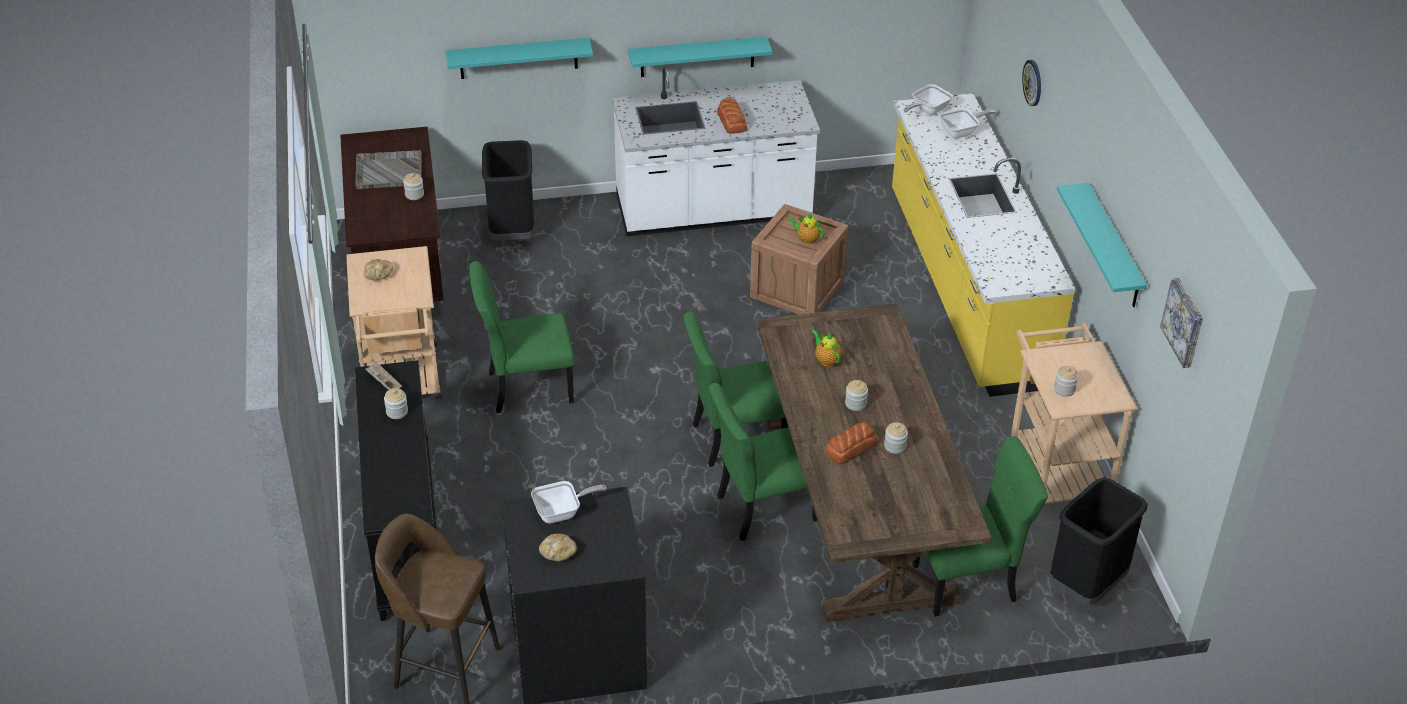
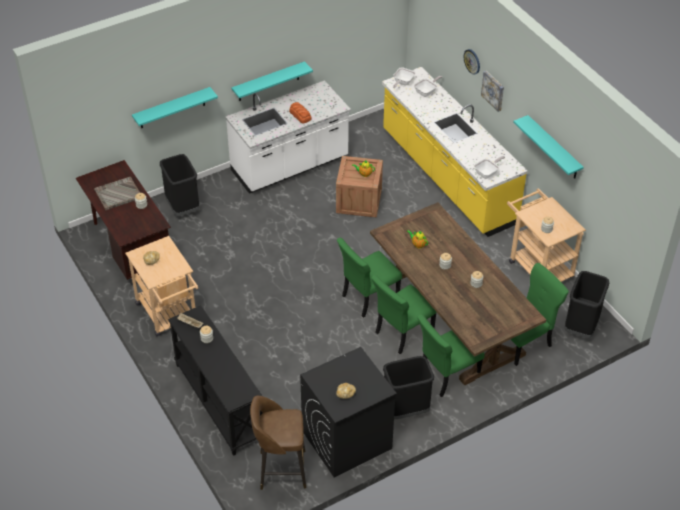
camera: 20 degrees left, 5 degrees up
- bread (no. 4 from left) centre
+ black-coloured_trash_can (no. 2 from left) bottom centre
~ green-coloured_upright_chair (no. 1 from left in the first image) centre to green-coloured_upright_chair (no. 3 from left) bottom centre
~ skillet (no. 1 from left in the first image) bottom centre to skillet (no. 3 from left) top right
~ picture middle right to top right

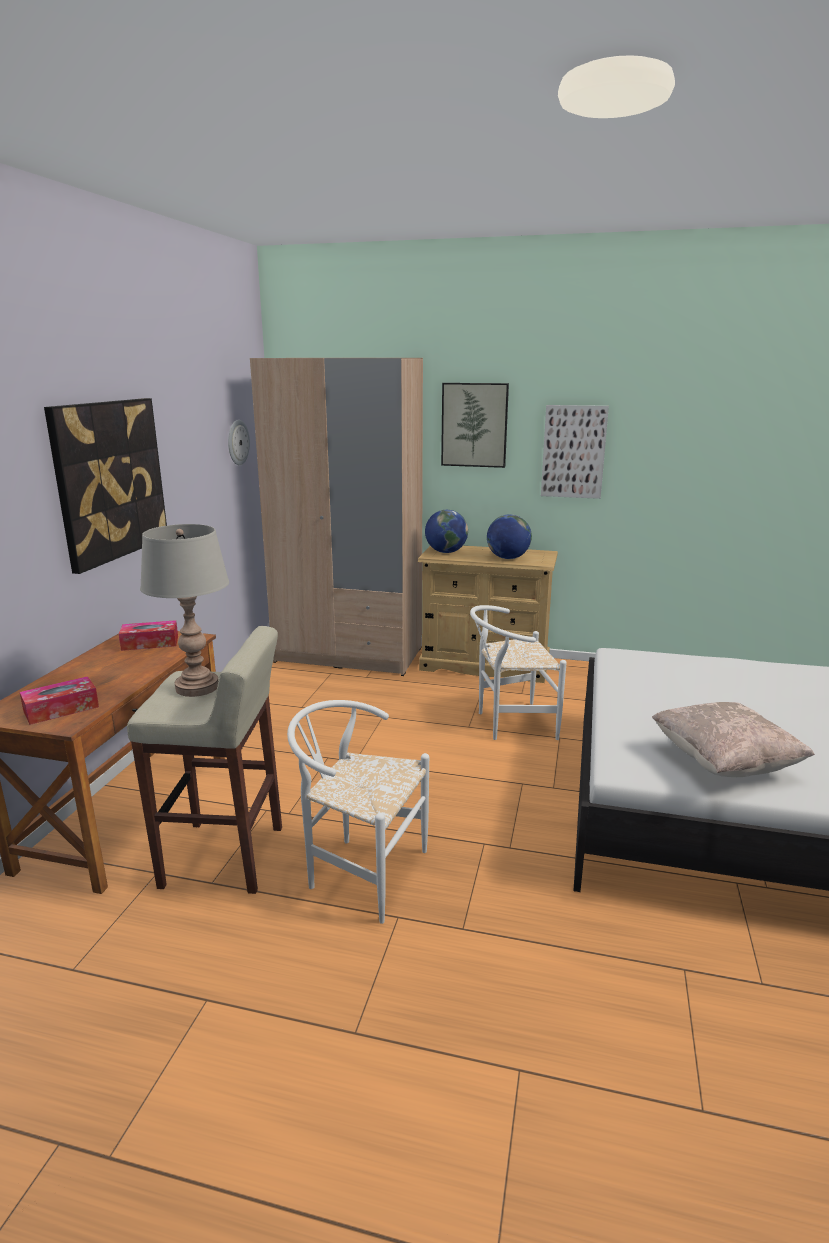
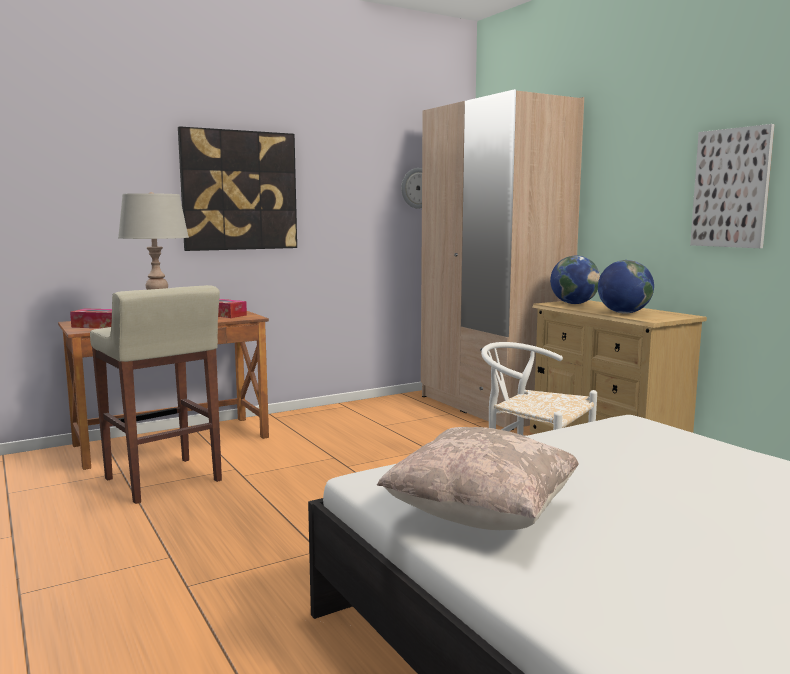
camera: 45 degrees right, 10 degrees down
- white-coloured_upright_chair (no. 1 from left) centre
- picture (no. 2 from left) centre

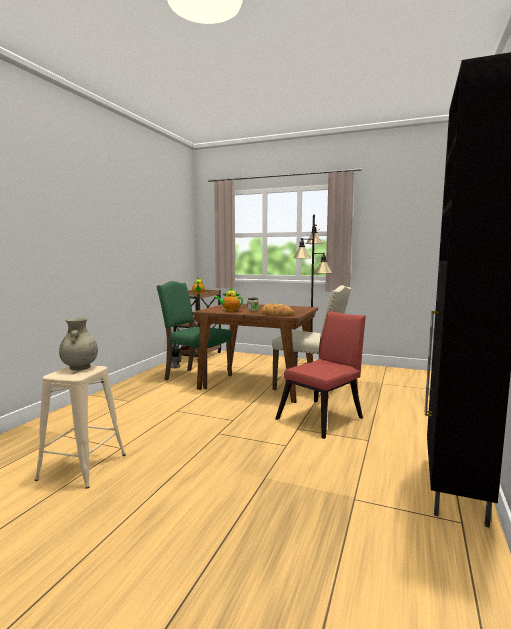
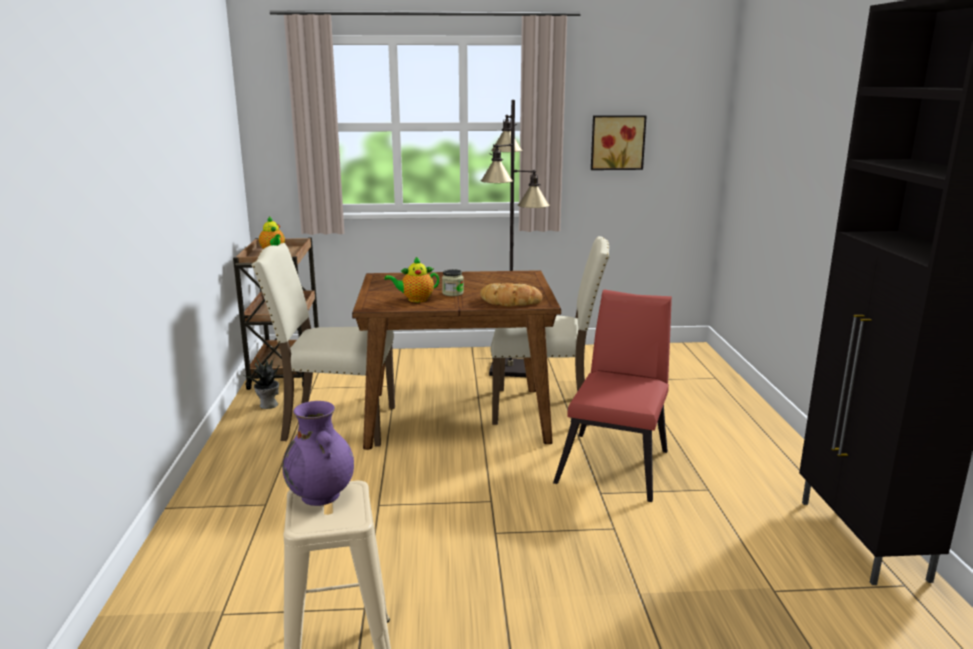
camera: 25 degrees left, 10 degrees up
+ picture top centre
~ beige-coloured_decorative_vase middle left to purple-coloured_decorative_vase bottom left
~ green-coloured_upright_chair centre to beige-coloured_upright_chair (no. 1 from left) middle left

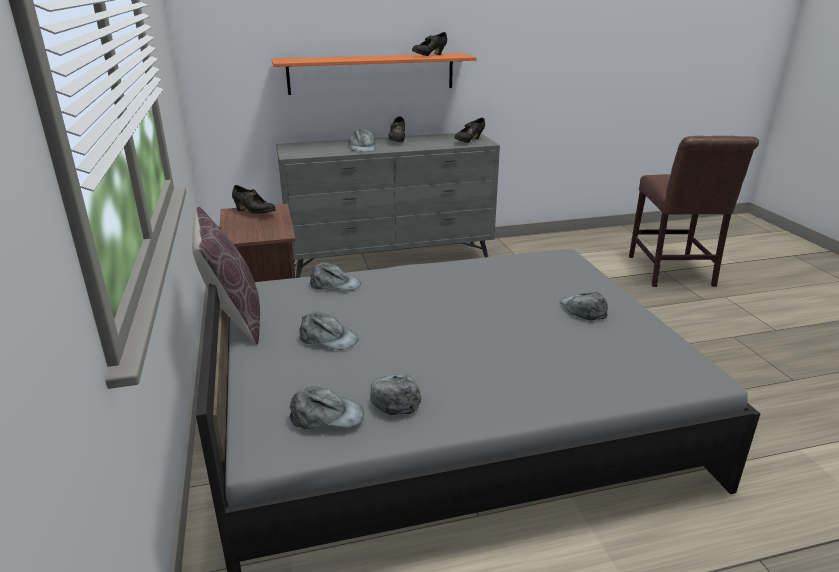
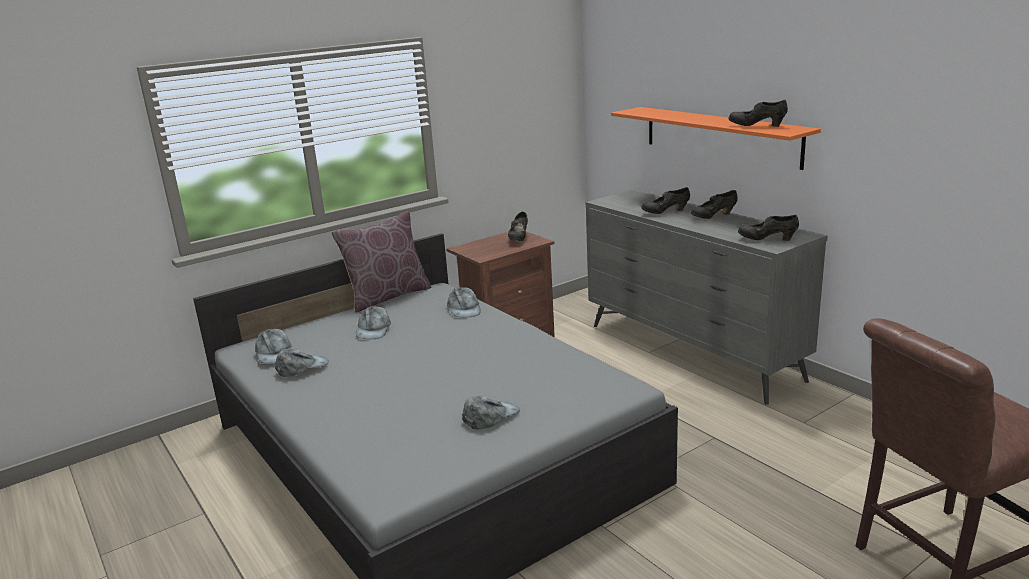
camera: 70 degrees right, 5 degrees down
~ grey_cap (no. 4 from left) top centre to black-coloured_item_of_footwear (no. 2 from left) centre

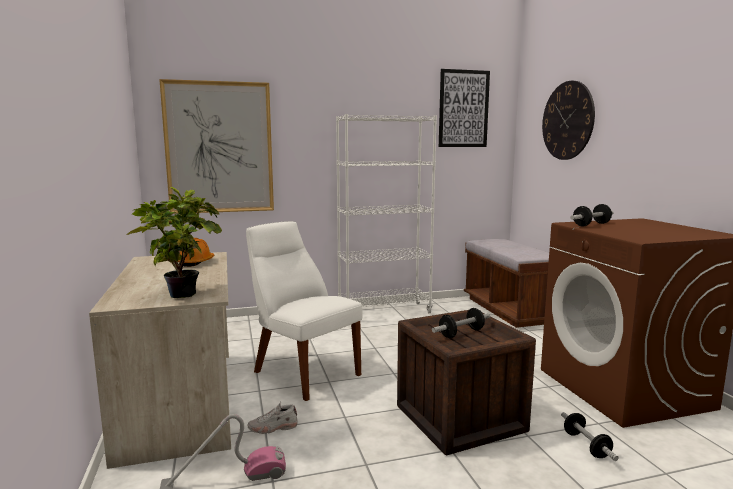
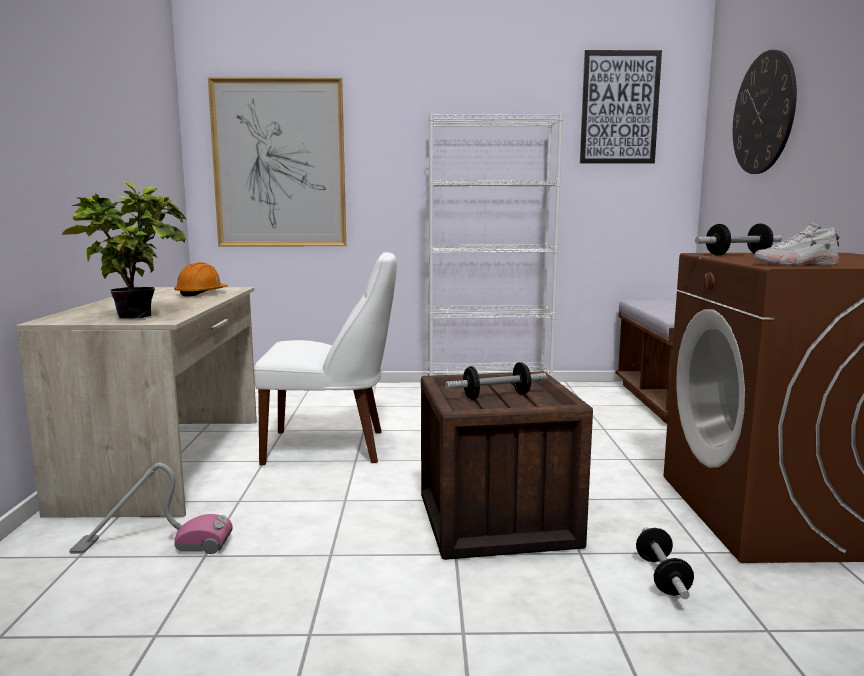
camera: 15 degrees right, 0 degrees up
~ white-coloured_item_of_footwear bottom centre to middle right
~ white-coloured_upright_chair centre = centre 120 degrees clockwise

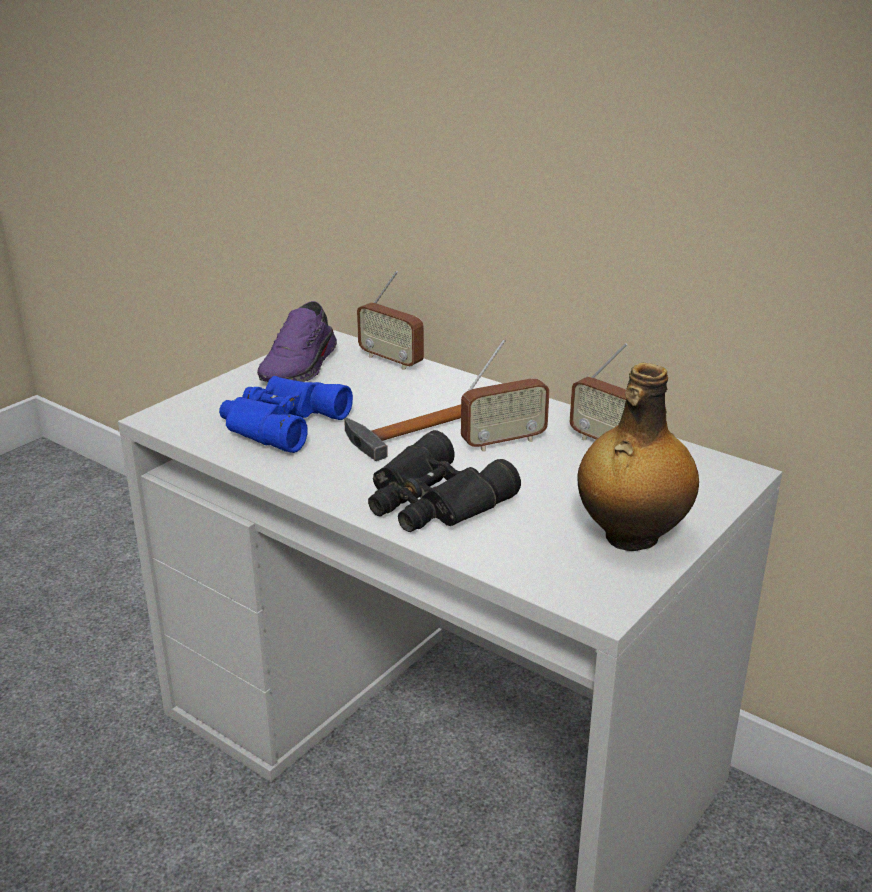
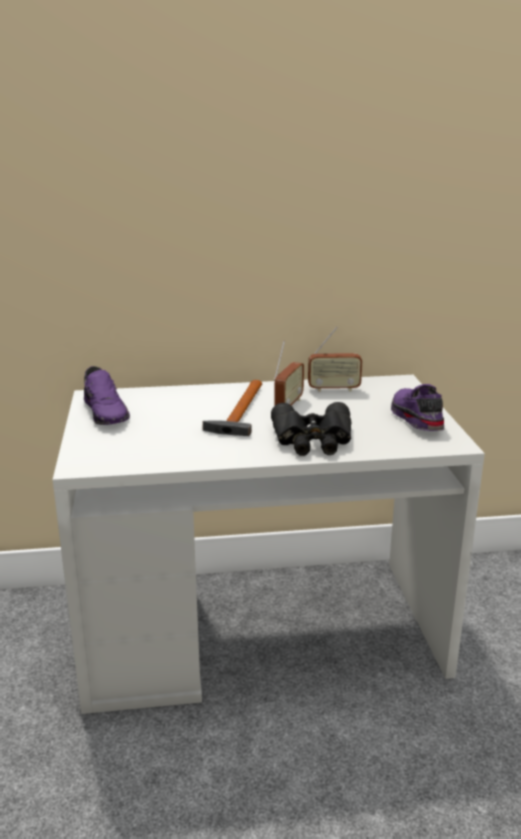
camera: 45 degrees left, 5 degrees down
- blue_binoculars middle left
- radio_set (no. 1 from left) centre
~ bottle middle right to purple-coloured_item_of_footwear (no. 2 from left) middle right

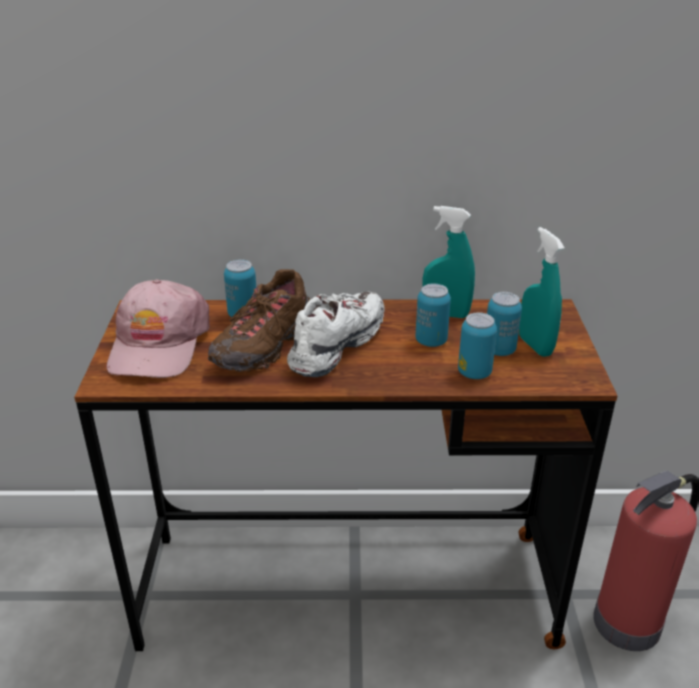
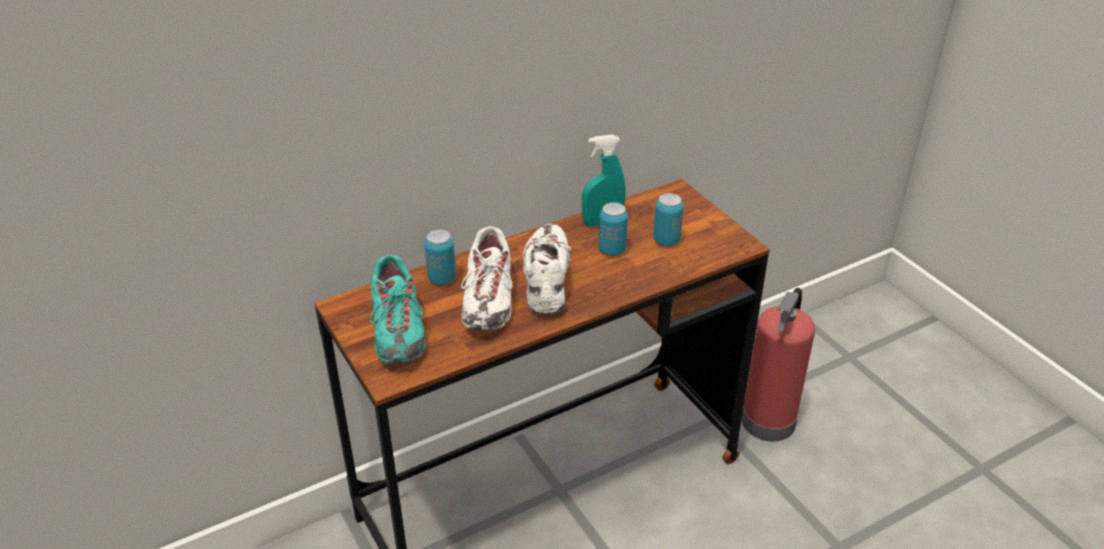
camera: 30 degrees left, 5 degrees up
- metal_can (no. 3 from left) middle right
- turquoise-coloured_spray_bottle (no. 2 from left) middle right
~ pinkish_cap middle left to turquoise-coloured_item_of_footwear centre
~ brownish_item_of_footwear centre to white-coloured_item_of_footwear (no. 1 from left) centre

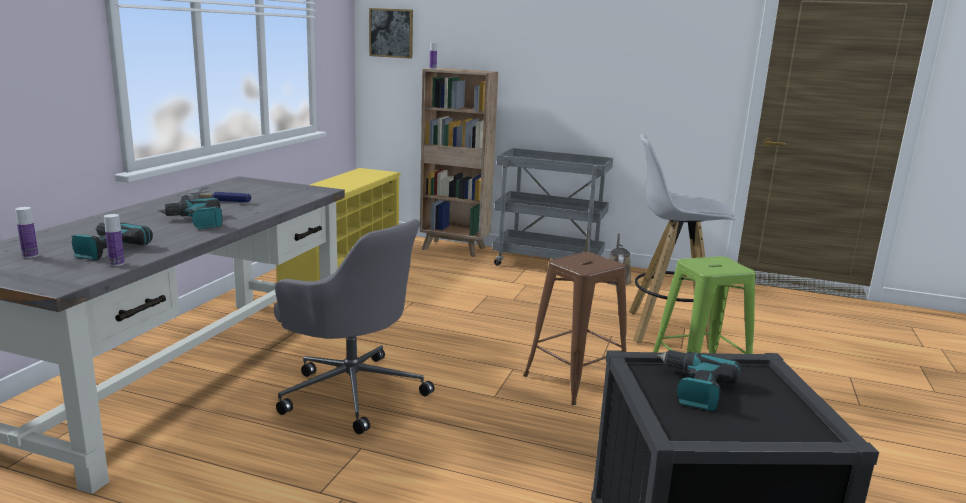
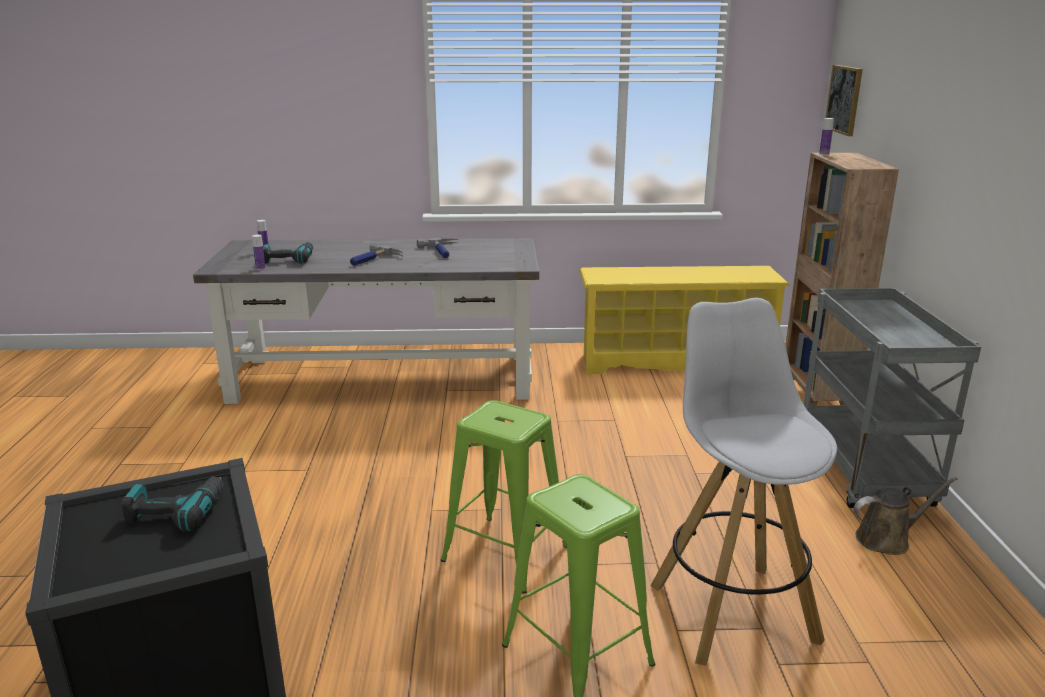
camera: 70 degrees right, 5 degrees up
- grey_computer_chair centre
~ electric_drill (no. 2 from left) middle left to hammer (no. 1 from left) centre
~ brownish_stool centre to green-coloured_stool (no. 1 from left) bottom centre

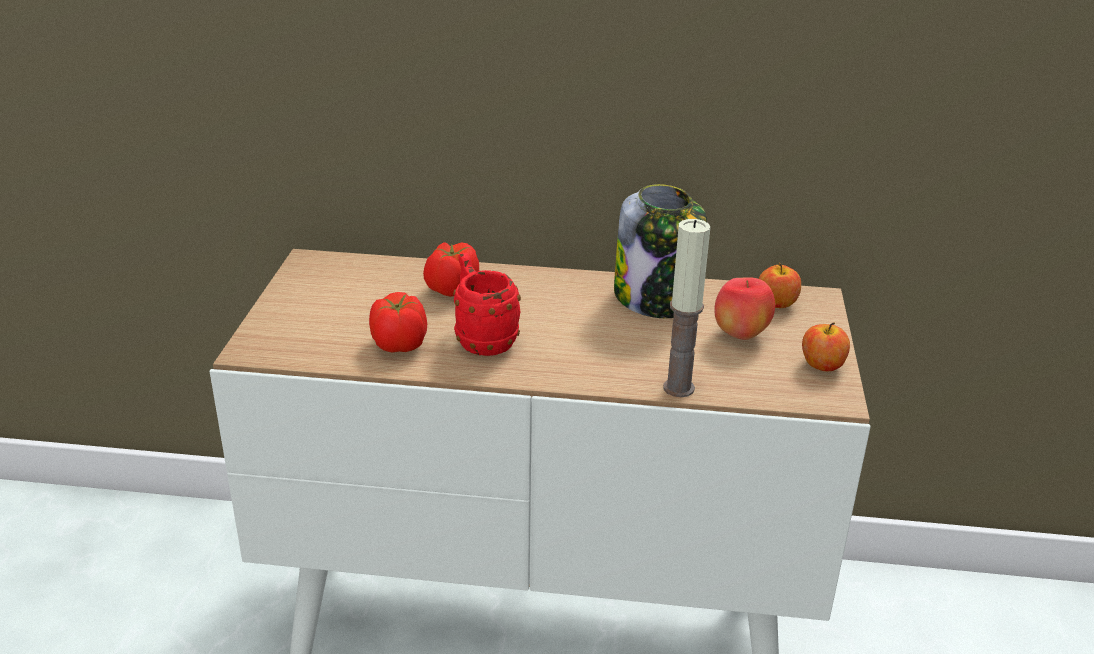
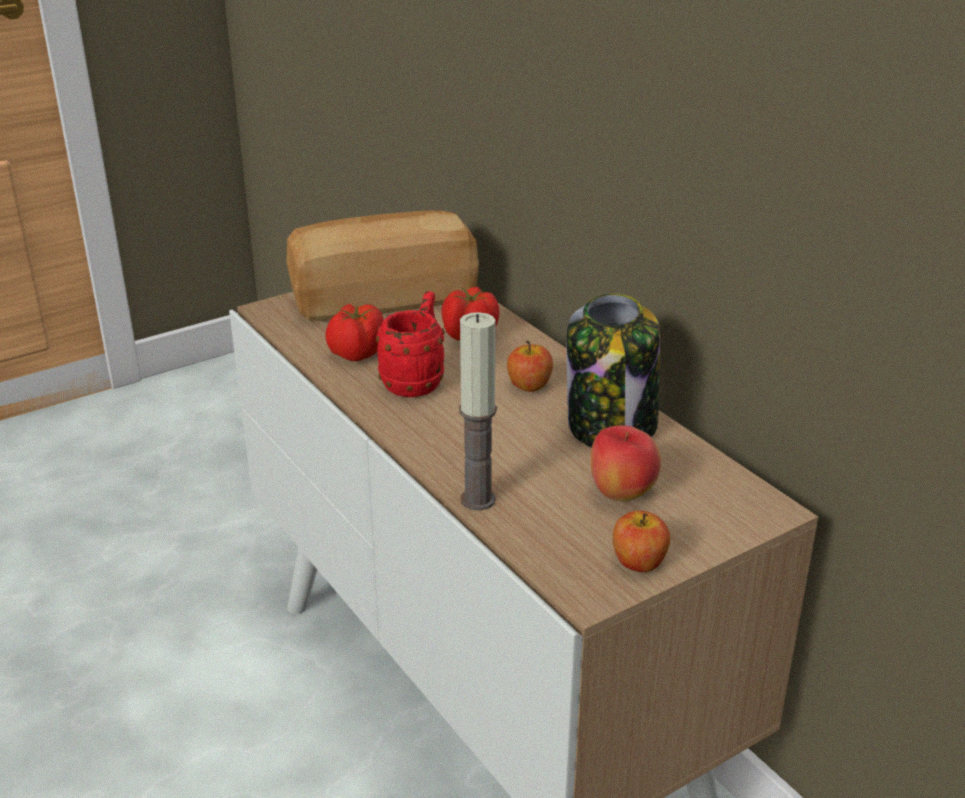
camera: 50 degrees right, 0 degrees up
+ bread top centre
~ whole_apple (no. 2 from left in the first image) middle right to whole_apple (no. 1 from left) centre

